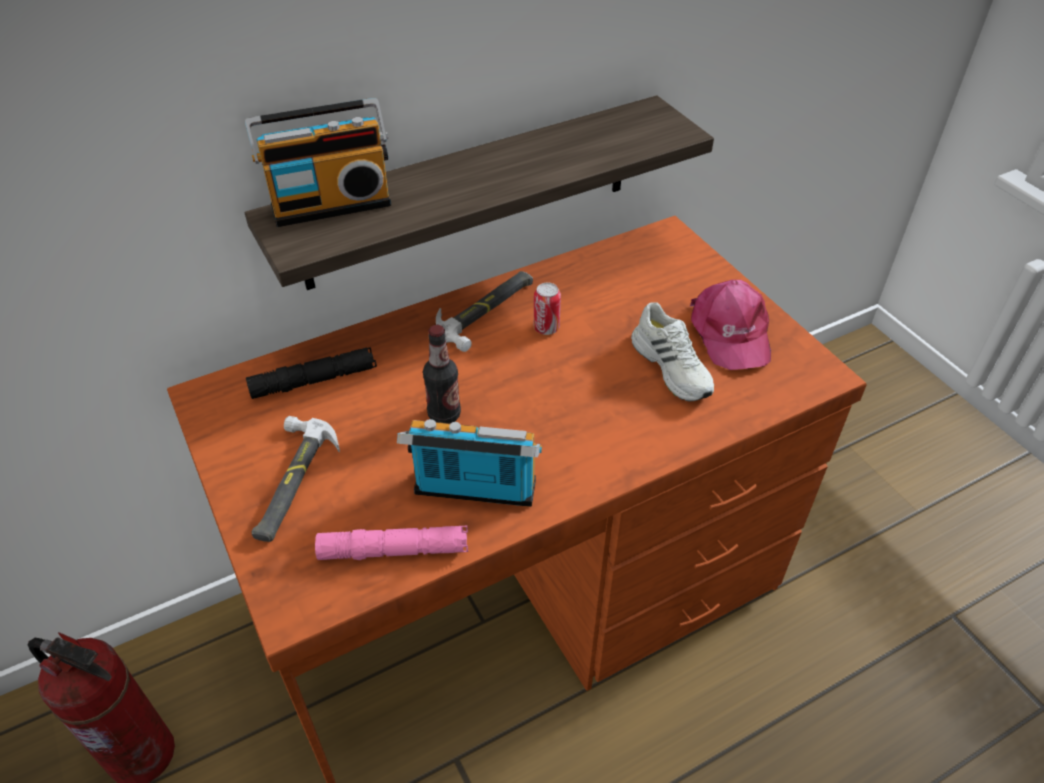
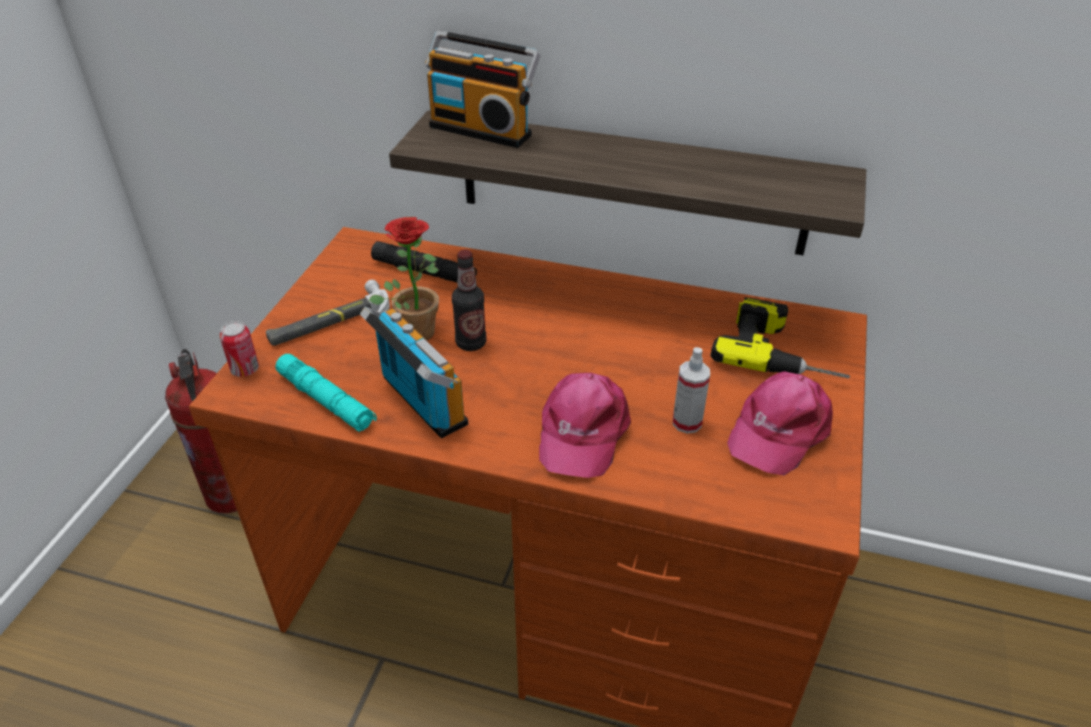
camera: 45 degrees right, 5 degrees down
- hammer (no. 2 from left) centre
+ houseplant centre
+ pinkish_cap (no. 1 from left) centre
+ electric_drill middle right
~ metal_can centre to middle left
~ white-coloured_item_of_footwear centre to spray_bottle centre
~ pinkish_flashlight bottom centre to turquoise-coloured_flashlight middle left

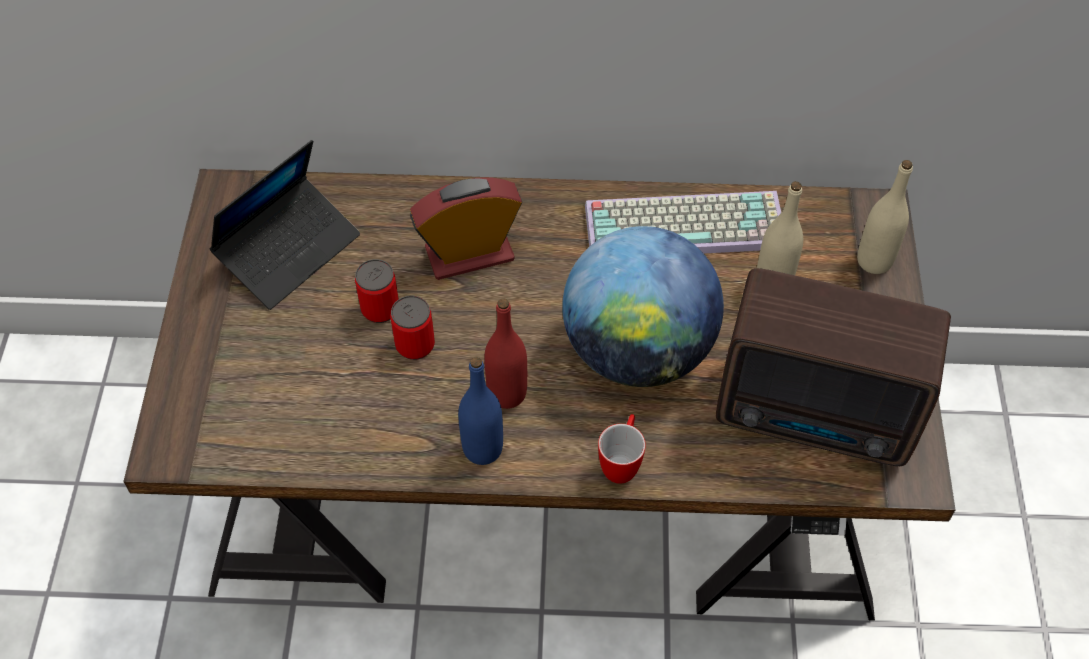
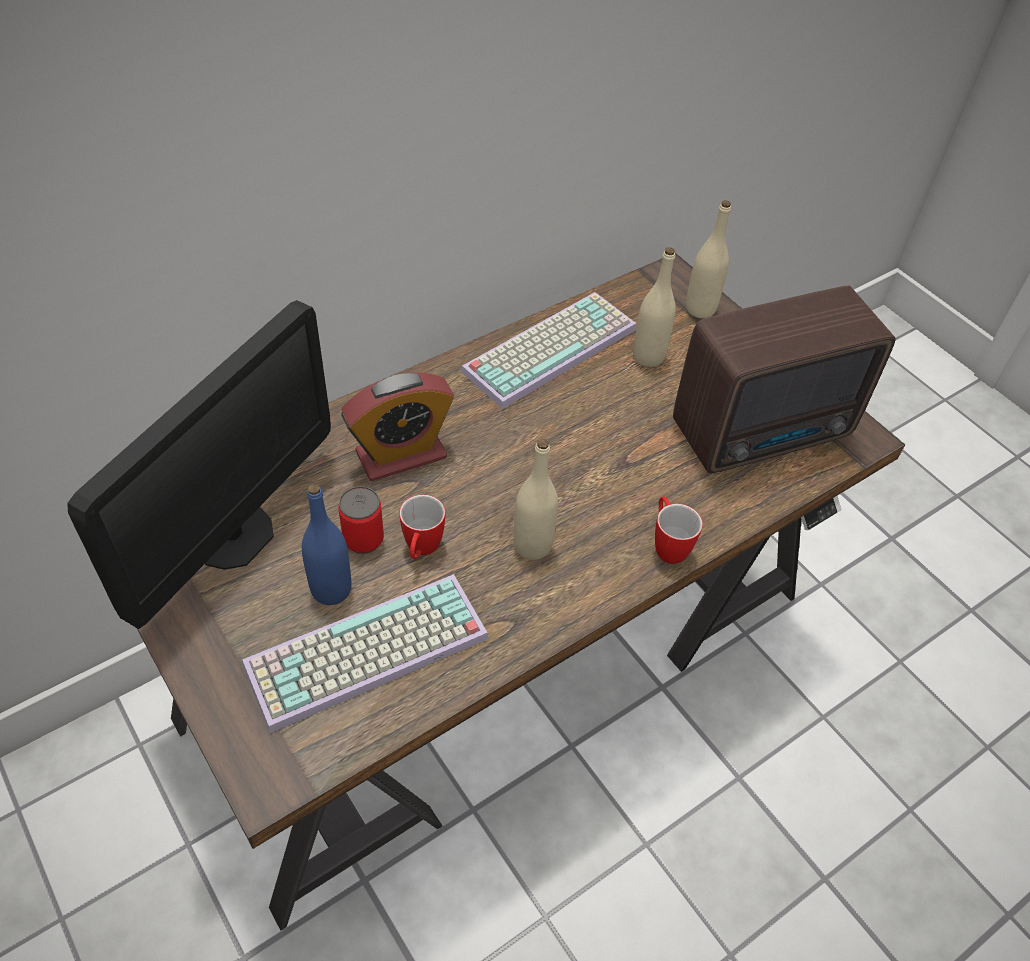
camera: 40 degrees left, 5 degrees down
- globe centre
+ PC_keyboard (no. 1 from left) bottom centre
~ blue_bottle centre to middle left
~ laptop middle left to computer_display middle left
~ metal_can (no. 2 from left) centre to coffee_mug (no. 1 from left) centre
~ red-coloured_bottle centre to beige-coloured_bottle (no. 1 from left) centre
~ alarm_clock centre = centre 150 degrees counterclockwise

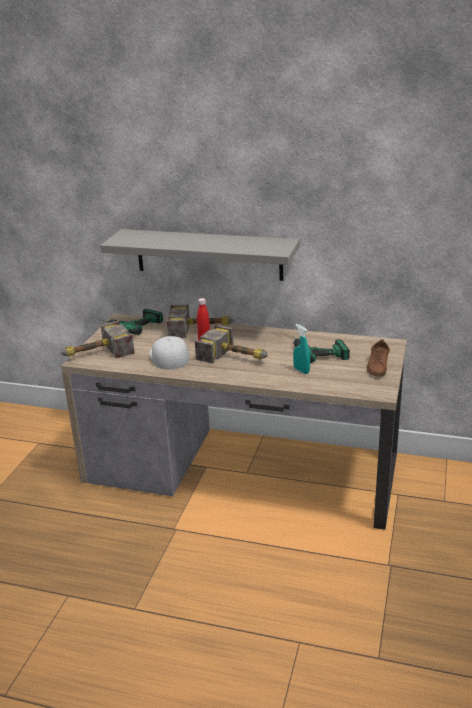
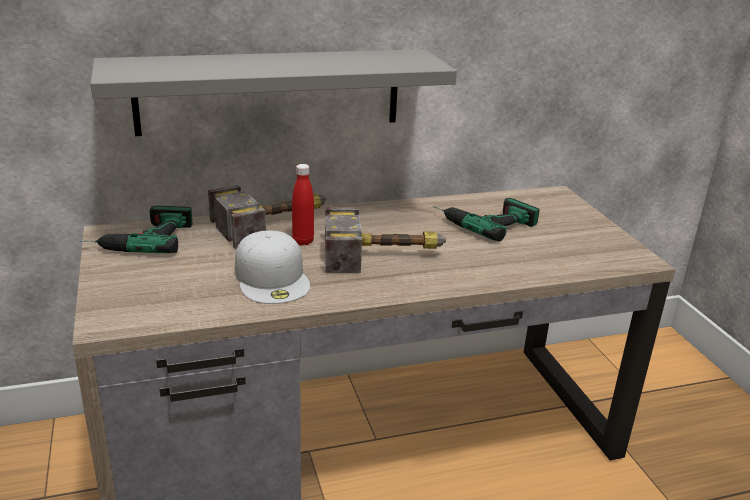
camera: 35 degrees left, 0 degrees up
- hammer (no. 1 from left) middle left
- turquoise-coloured_spray_bottle centre
- brownish_item_of_footwear middle right
~ white-coloured_cap centre = centre 150 degrees counterclockwise

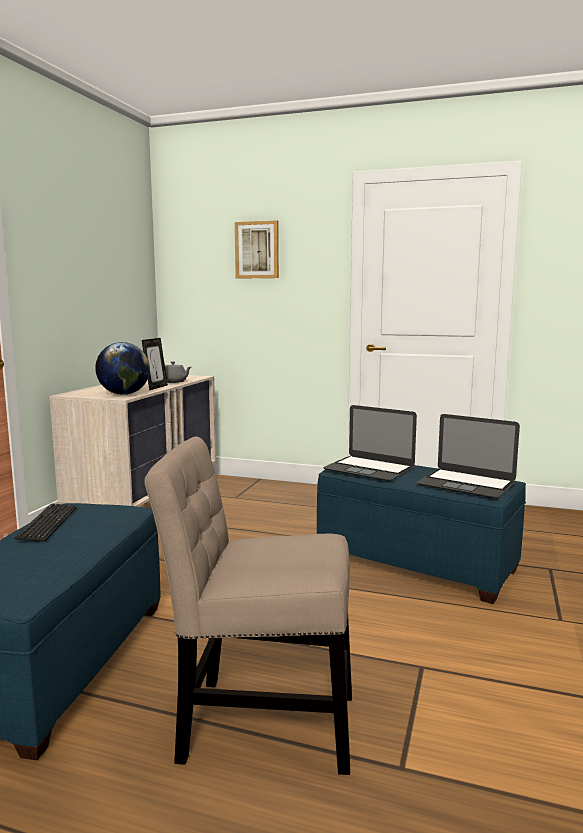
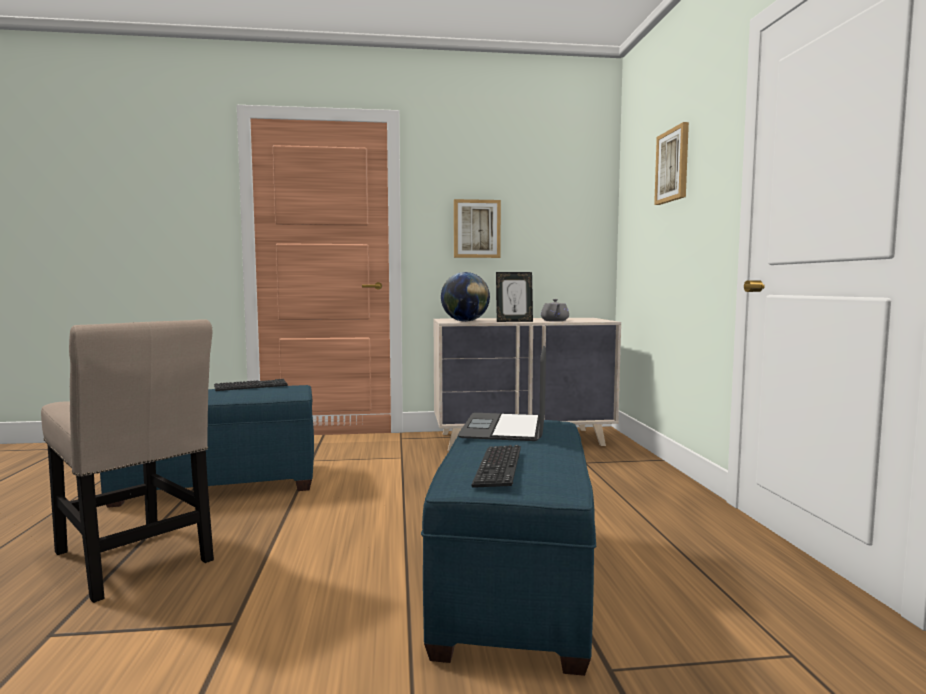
camera: 65 degrees right, 5 degrees down
+ picture (no. 1 from left) top centre
~ laptop (no. 2 from left) middle right to PC_keyboard (no. 2 from left) bottom centre
~ beige-coloured_upright_chair bottom centre = middle left 150 degrees clockwise

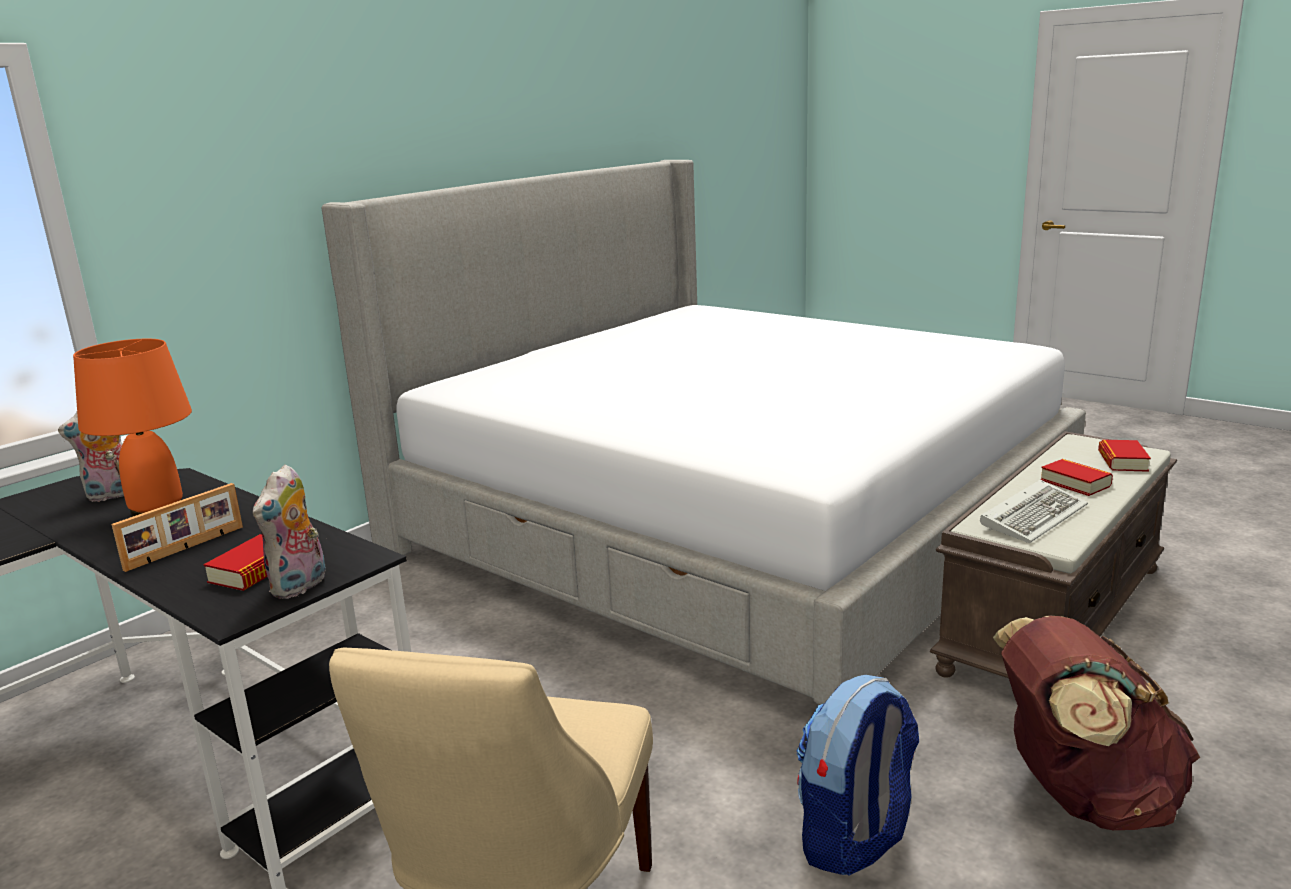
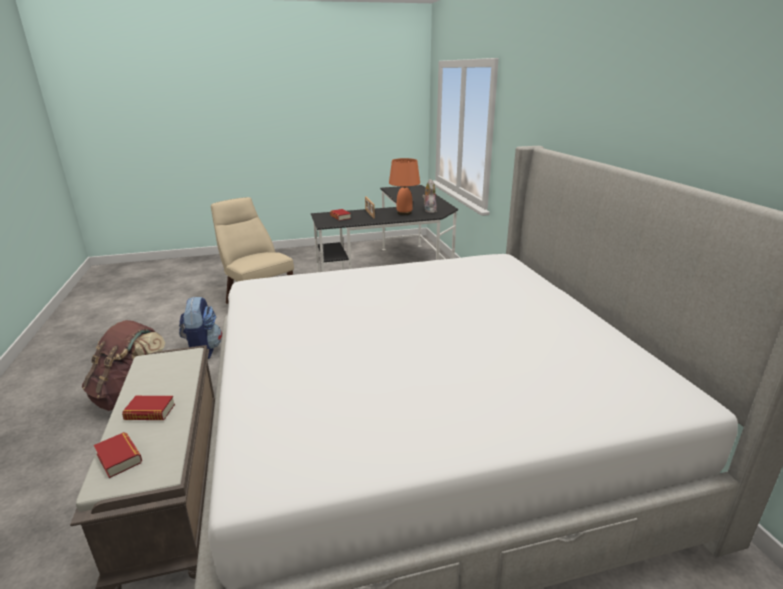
camera: 125 degrees right, 5 degrees up
- soft_toy (no. 2 from left) middle left
- PC_keyboard middle right

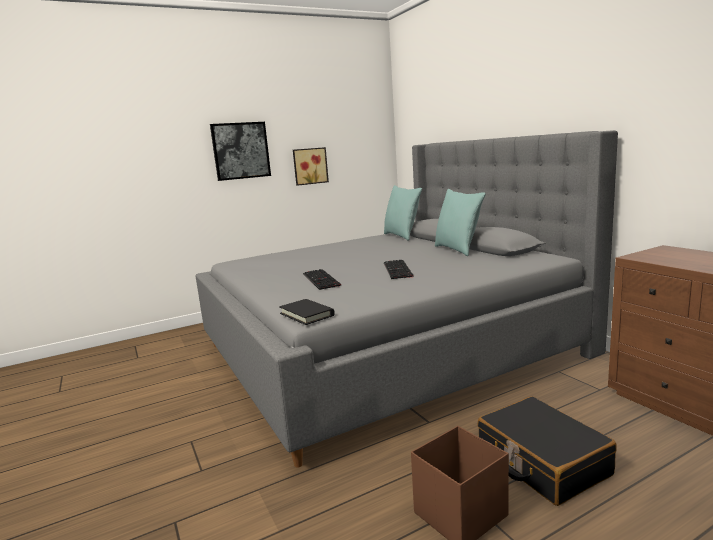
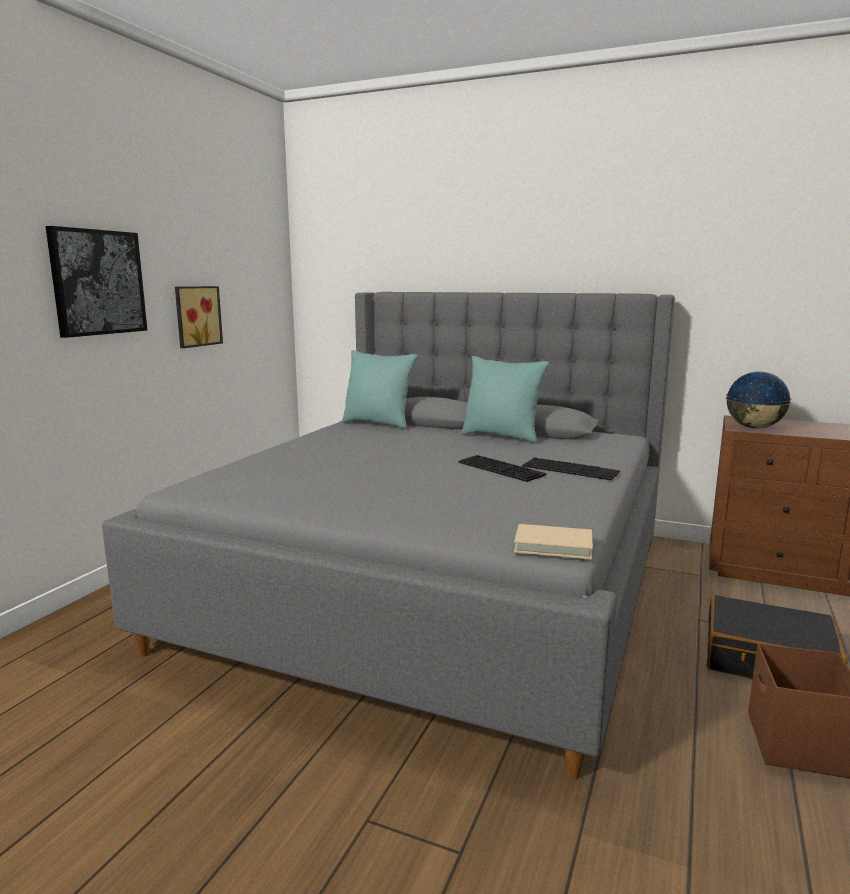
camera: 40 degrees left, 0 degrees up
+ globe middle right
~ PC_keyboard (no. 1 from left in the first image) centre to PC_keyboard (no. 2 from left) middle right
~ black-coloured_volume centre to beige-coloured_volume centre

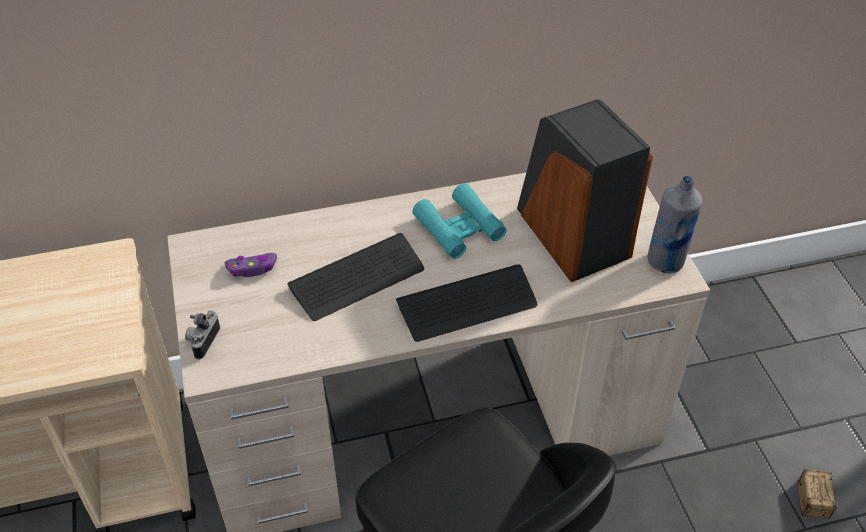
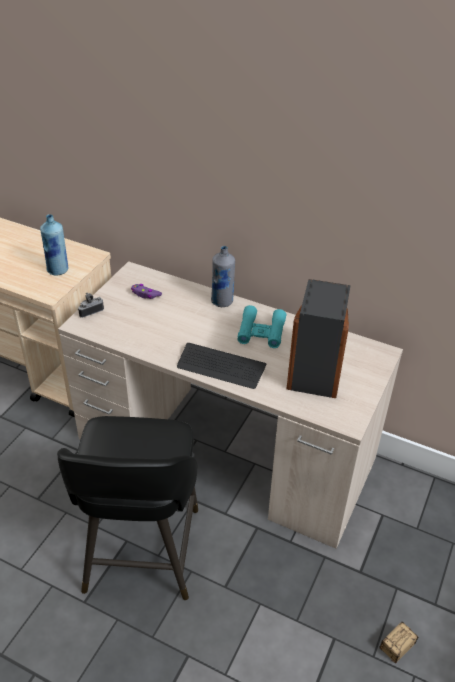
camera: 40 degrees right, 5 degrees down
- PC_keyboard (no. 1 from left) centre
+ blue_bottle middle left
~ grey_bottle middle right to centre

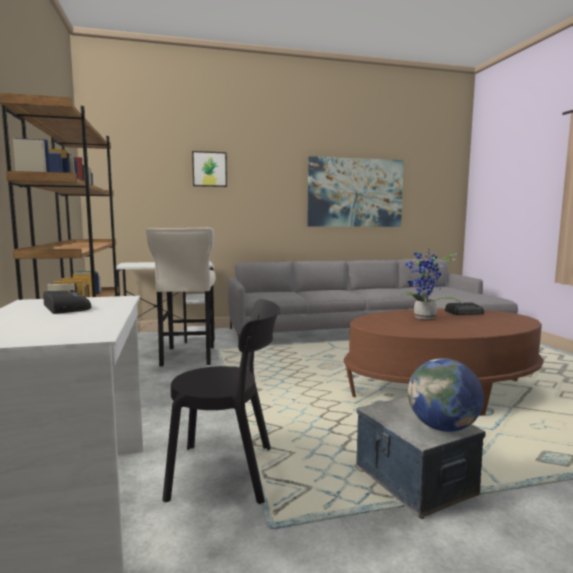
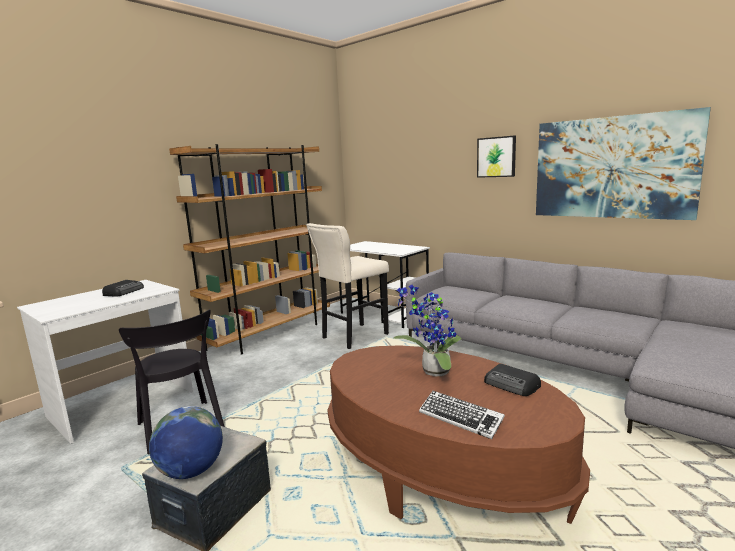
camera: 55 degrees right, 5 degrees up
+ PC_keyboard bottom centre
~ picture (no. 1 from left) top centre to top right

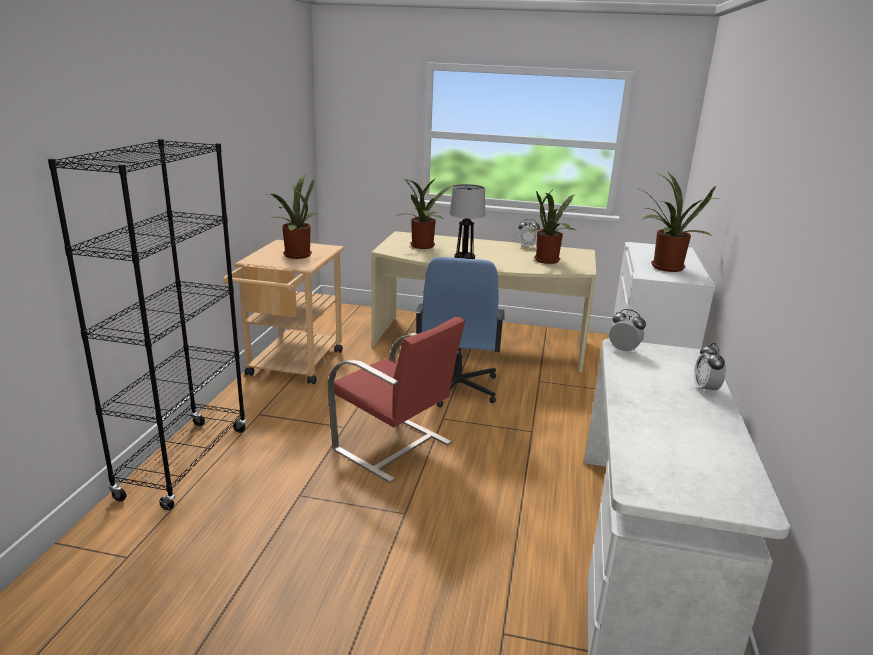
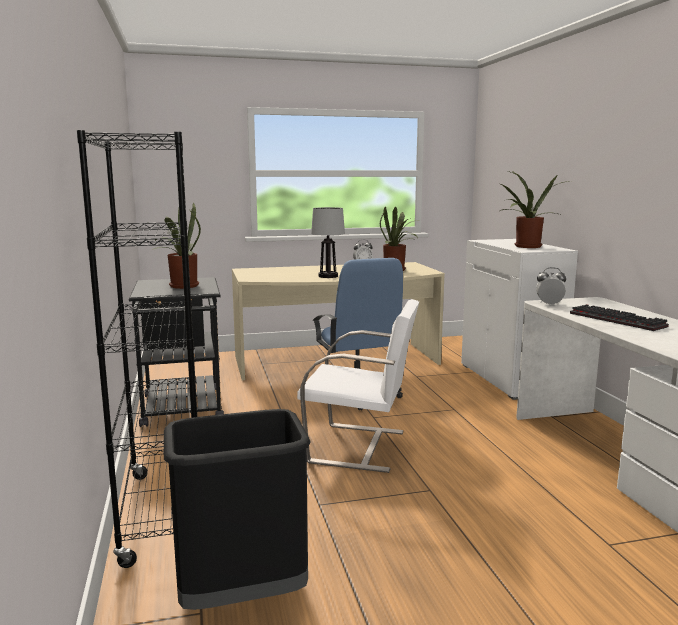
camera: 25 degrees left, 10 degrees down
- houseplant (no. 2 from left) top centre
- alarm_clock (no. 3 from left) middle right
+ black-coloured_trash_can bottom centre
+ PC_keyboard middle right
~ beige-coloured_cart middle left to black-coloured_cart middle left
~ red-coloured_upright_chair centre to white-coloured_upright_chair centre

